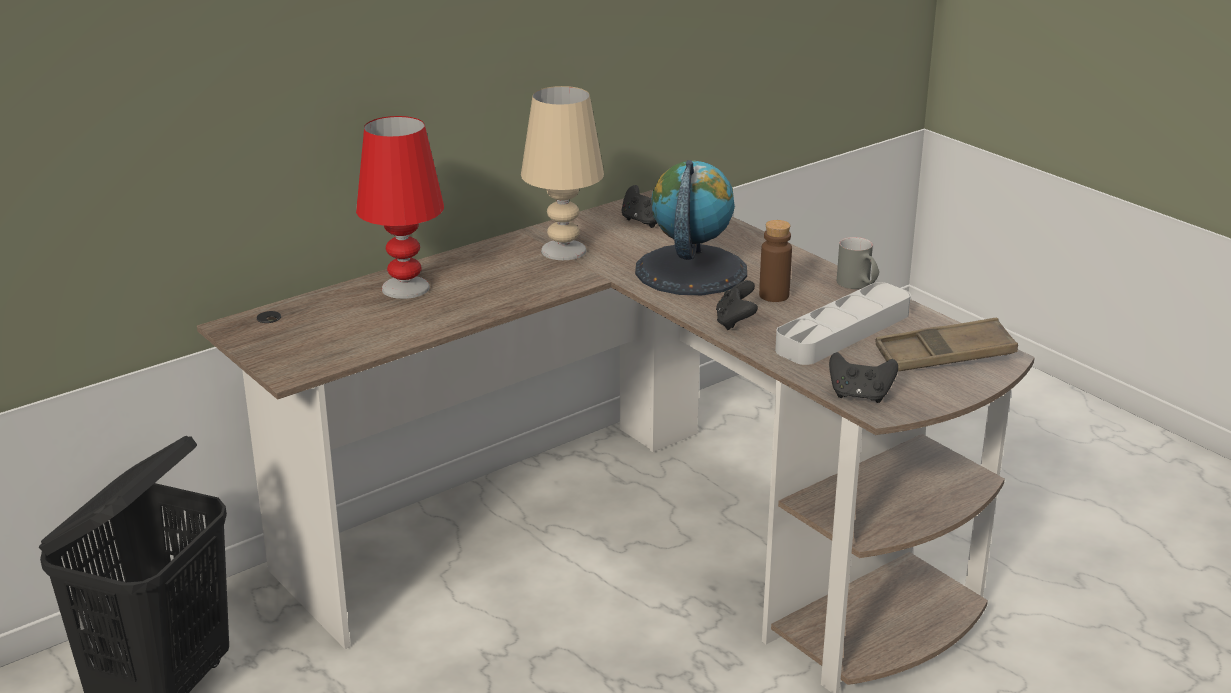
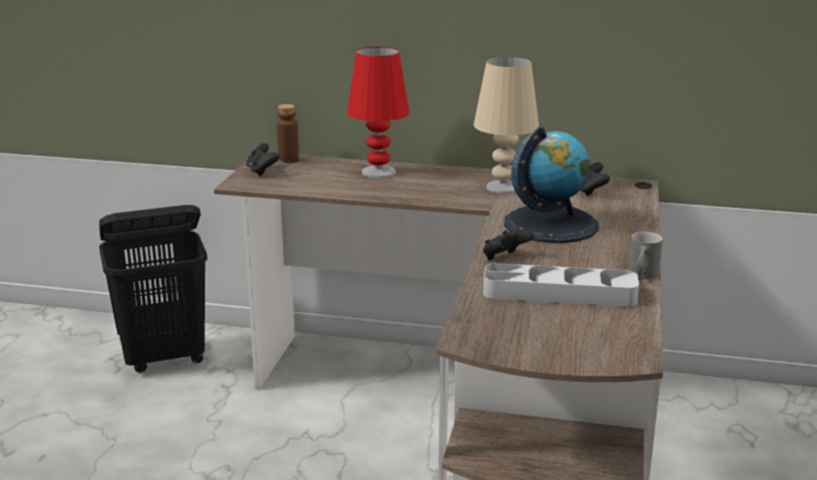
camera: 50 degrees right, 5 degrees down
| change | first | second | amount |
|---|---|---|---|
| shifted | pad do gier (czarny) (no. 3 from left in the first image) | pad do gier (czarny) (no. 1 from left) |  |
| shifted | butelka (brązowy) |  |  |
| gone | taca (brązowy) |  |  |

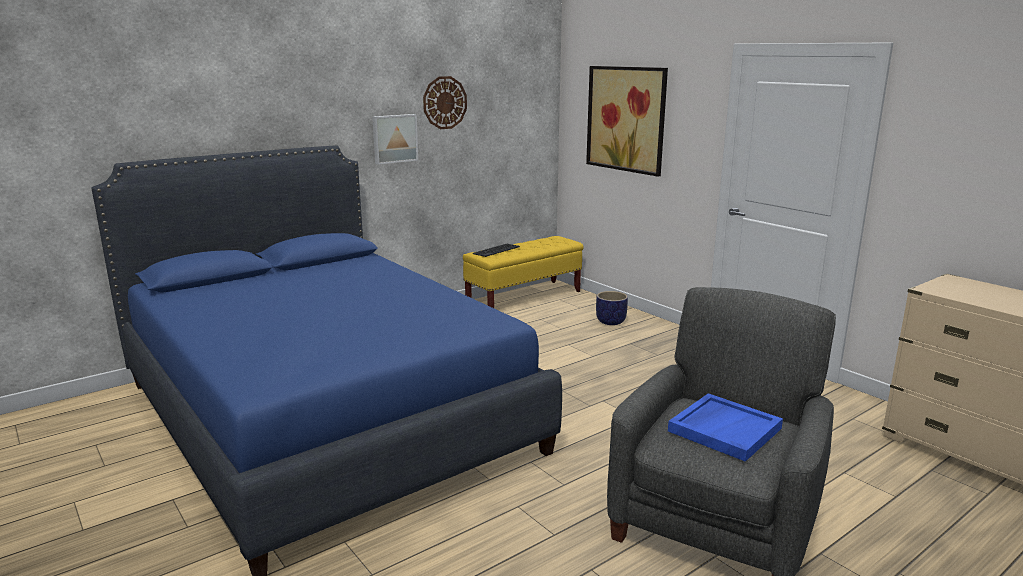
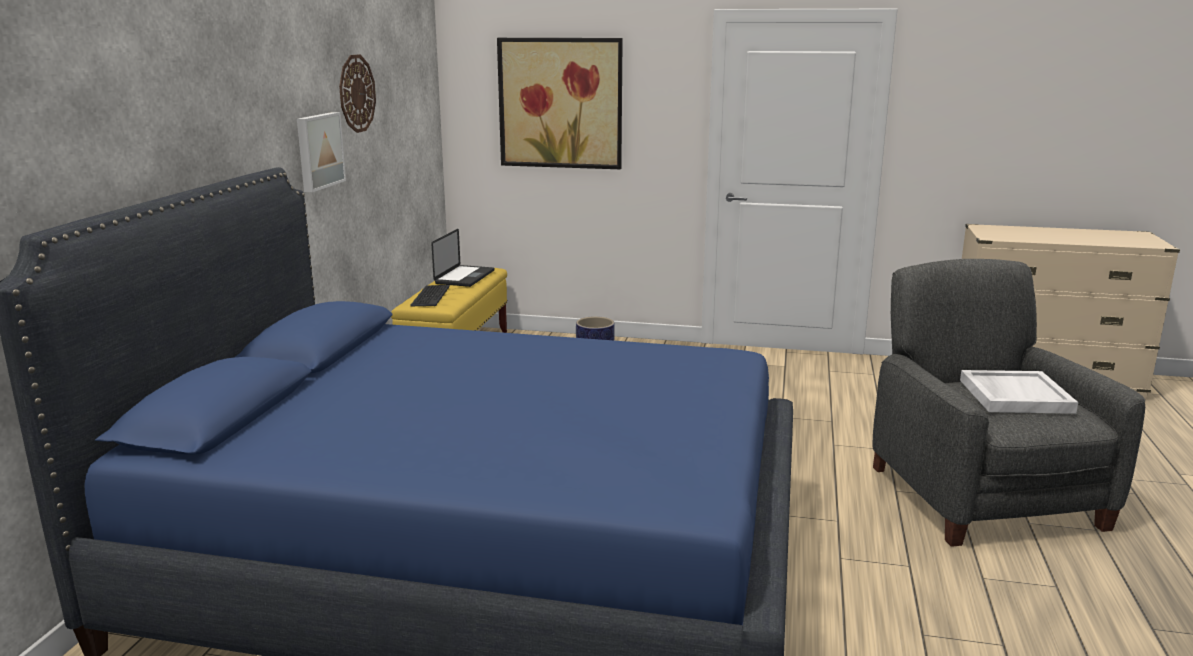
camera: 40 degrees left, 0 degrees up
| change | first | second | amount |
|---|---|---|---|
| new |  | laptop |  |
| repainted | taca (niebieski) | taca (biały) |  |

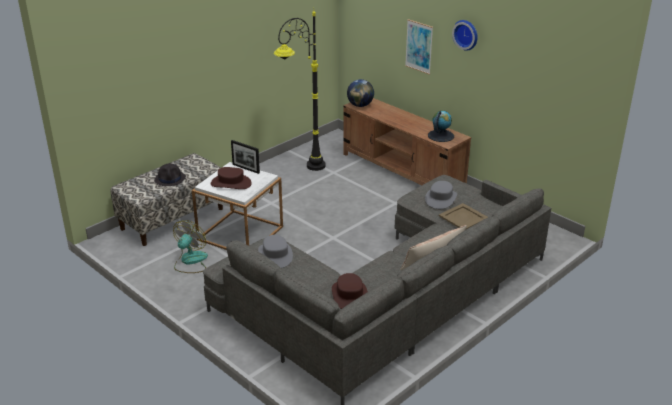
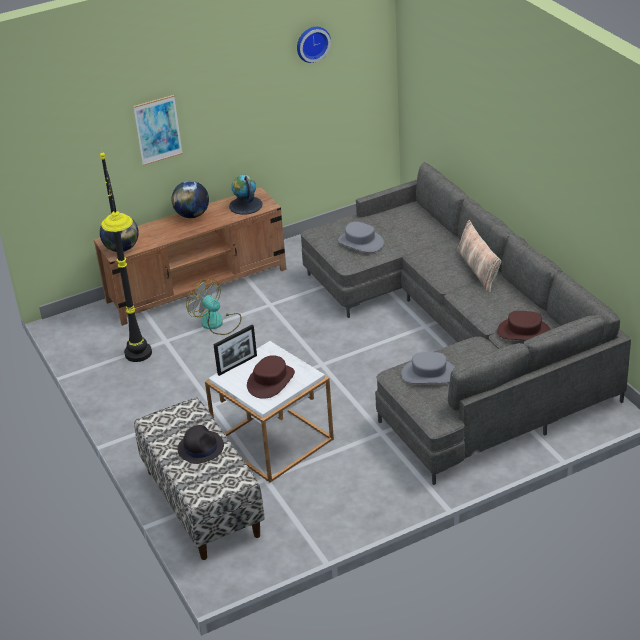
camera: 70 degrees left, 5 degrees up
| change | first | second | amount |
|---|---|---|---|
| new |  | globus (no. 2 from left) |  |
| shifted | wentylator |  |  |
| shifted | zegar ścienny |  |  |
| gone | taca (beżowy) |  |  |

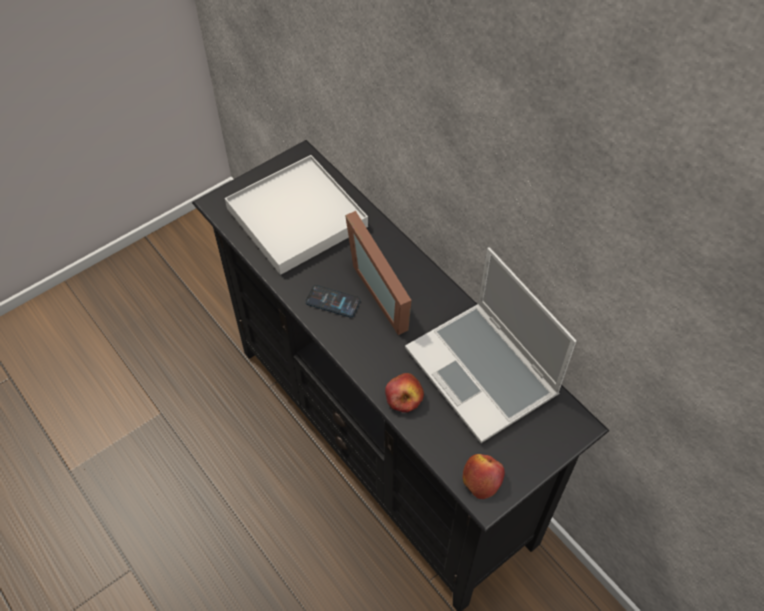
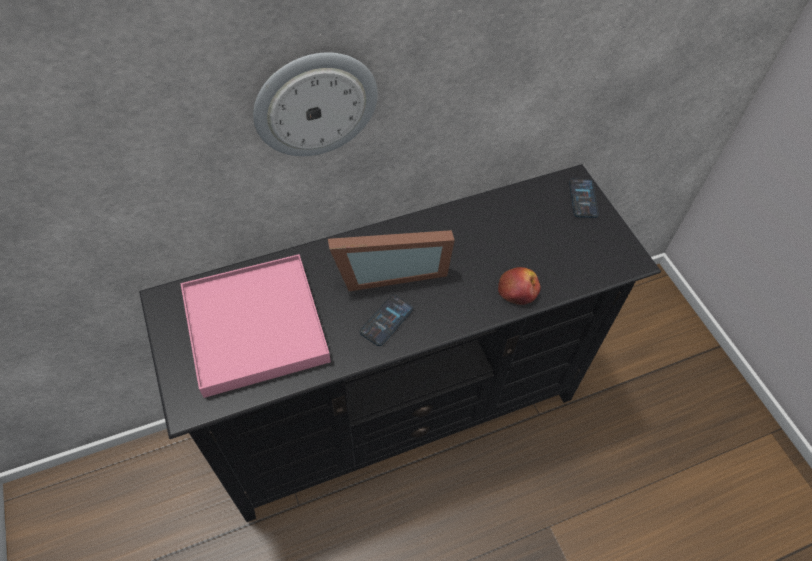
camera: 75 degrees left, 0 degrees up
| change | first | second | amount |
|---|---|---|---|
| repainted | taca (biały) | taca (różowy) |  |
| new |  | zegar ścienny |  |
| new |  | telefon (no. 2 from left) |  |
| gone | laptop |  |  |
| gone | jabłko (no. 2 from left) |  |  |

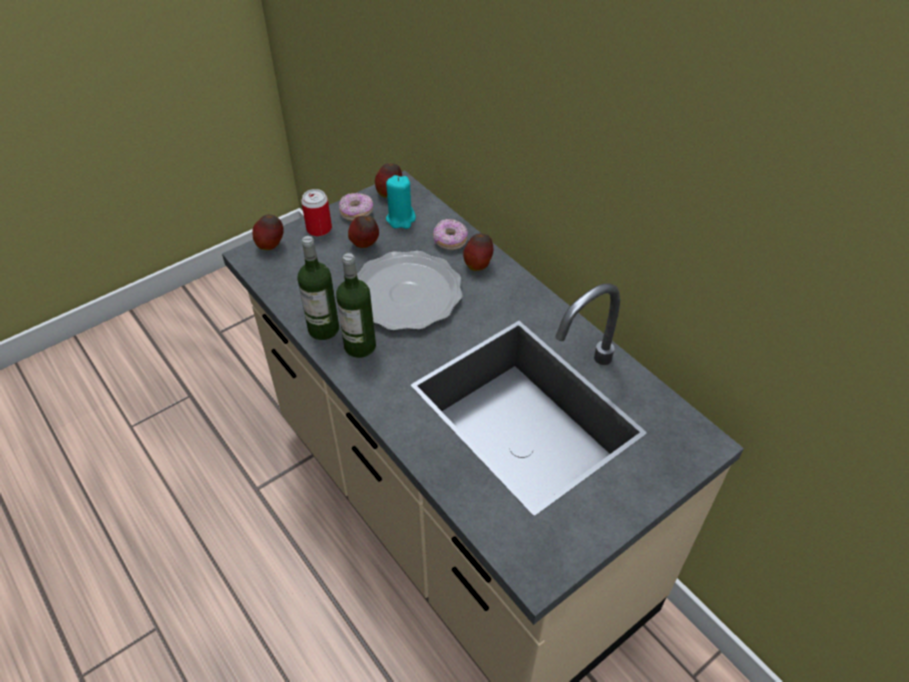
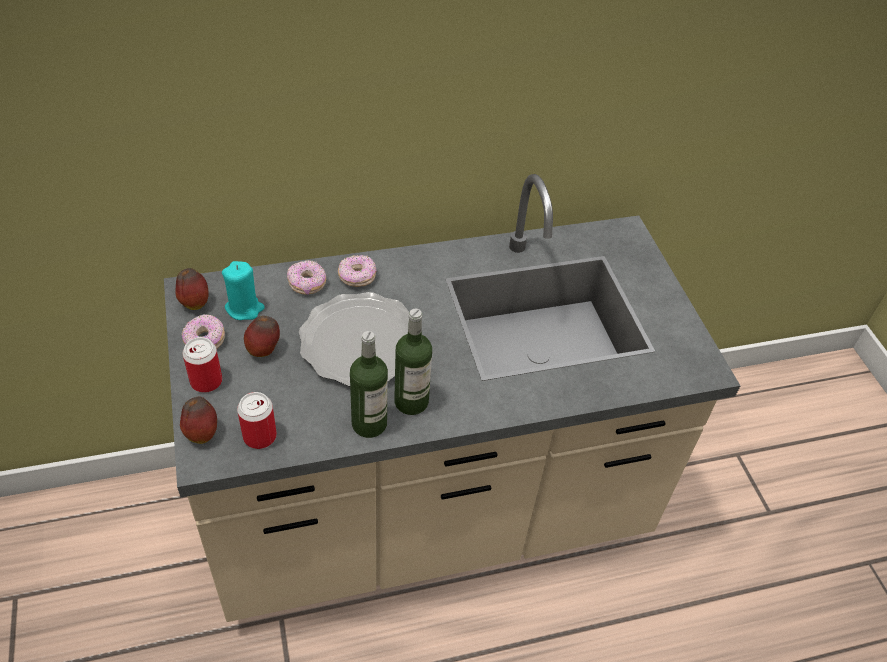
camera: 70 degrees left, 0 degrees up
| change | first | second | amount |
|---|---|---|---|
| new |  | puszka (no. 2 from left) |  |
| swapped | jabłko (no. 4 from left) | donut (no. 3 from left) |  |

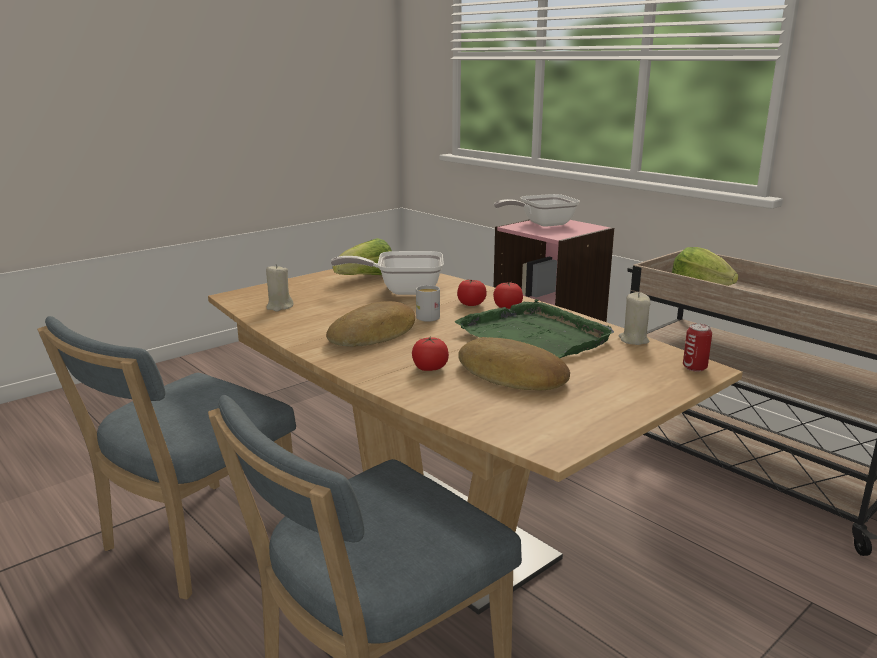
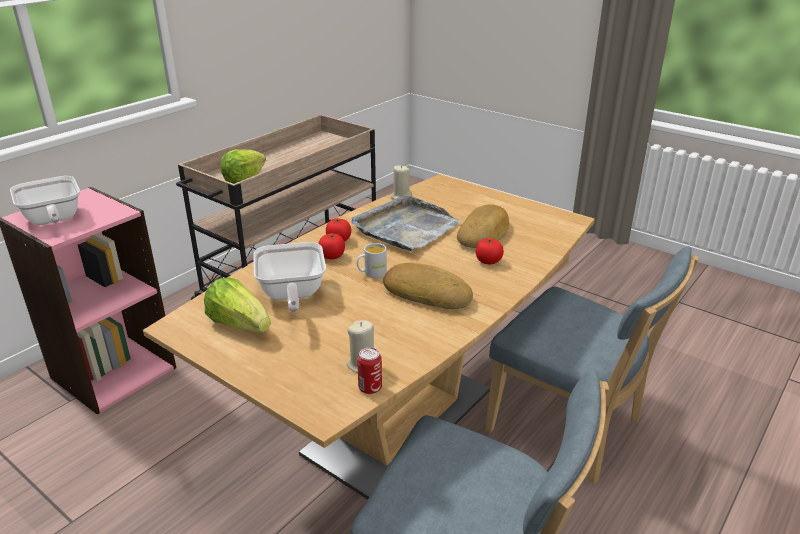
camera: 100 degrees left, 10 degrees up
| change | first | second | amount |
|---|---|---|---|
| repainted | taca (zielony) | taca (szary) |  |
| shifted | puszka |  |  |

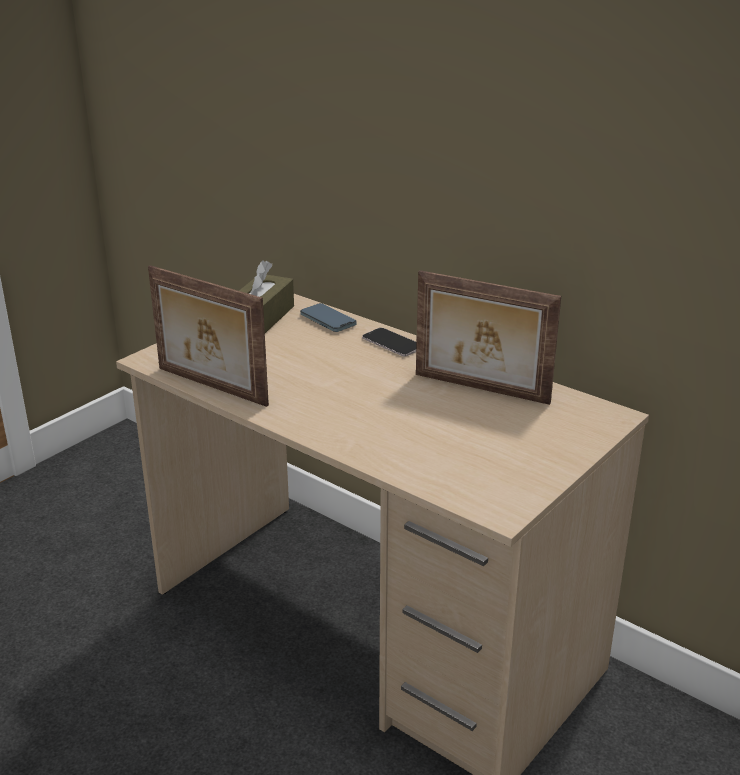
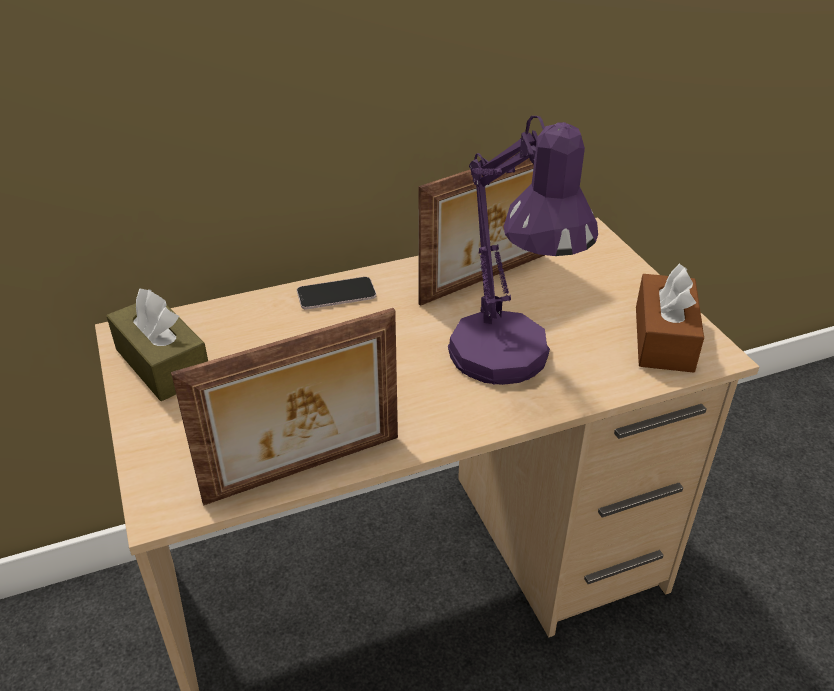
camera: 60 degrees left, 10 degrees up
| change | first | second | amount |
|---|---|---|---|
| new |  | lampa stołowa (fioletowy) |  |
| new |  | pudełko chusteczek (brązowy) (no. 2 from left) |  |
| gone | telefon (no. 1 from left) |  |  |

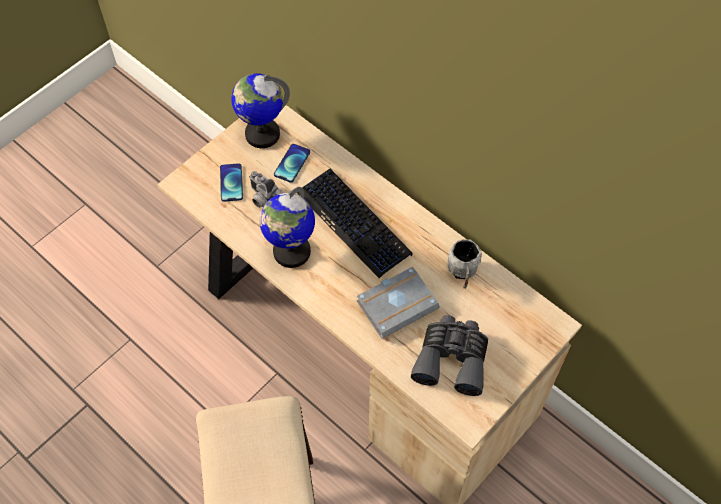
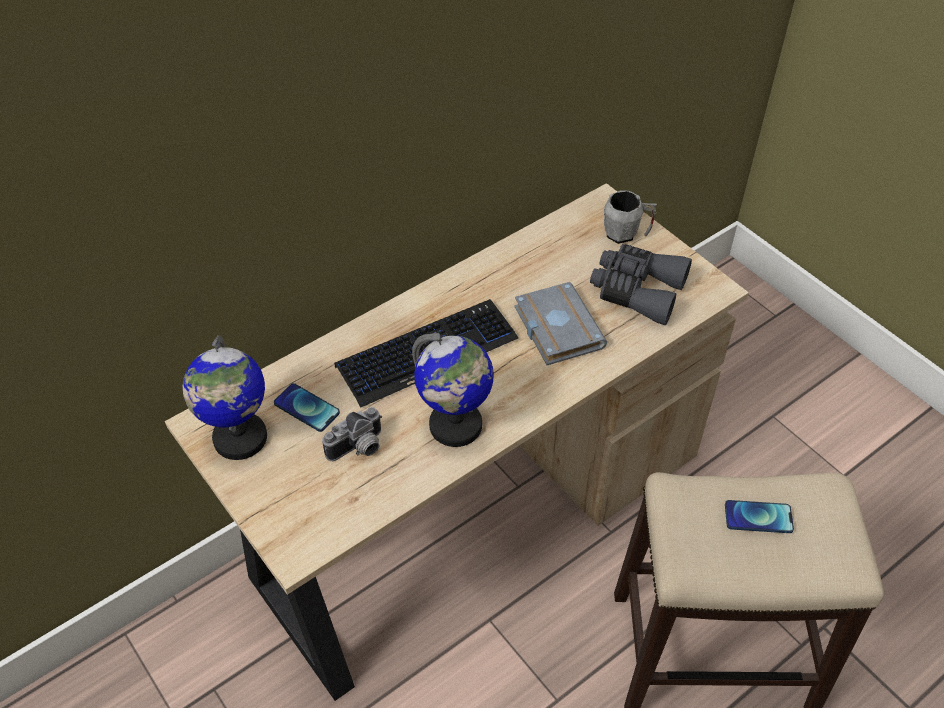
camera: 80 degrees left, 10 degrees down
| change | first | second | amount |
|---|---|---|---|
| shifted | kubek (szary) |  |  |
| shifted | telefon (no. 1 from left in the first image) | telefon (no. 2 from left) |  |

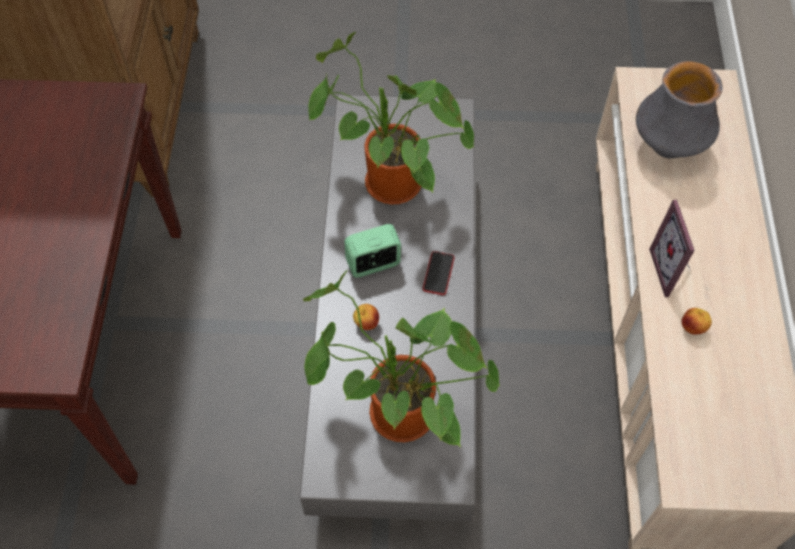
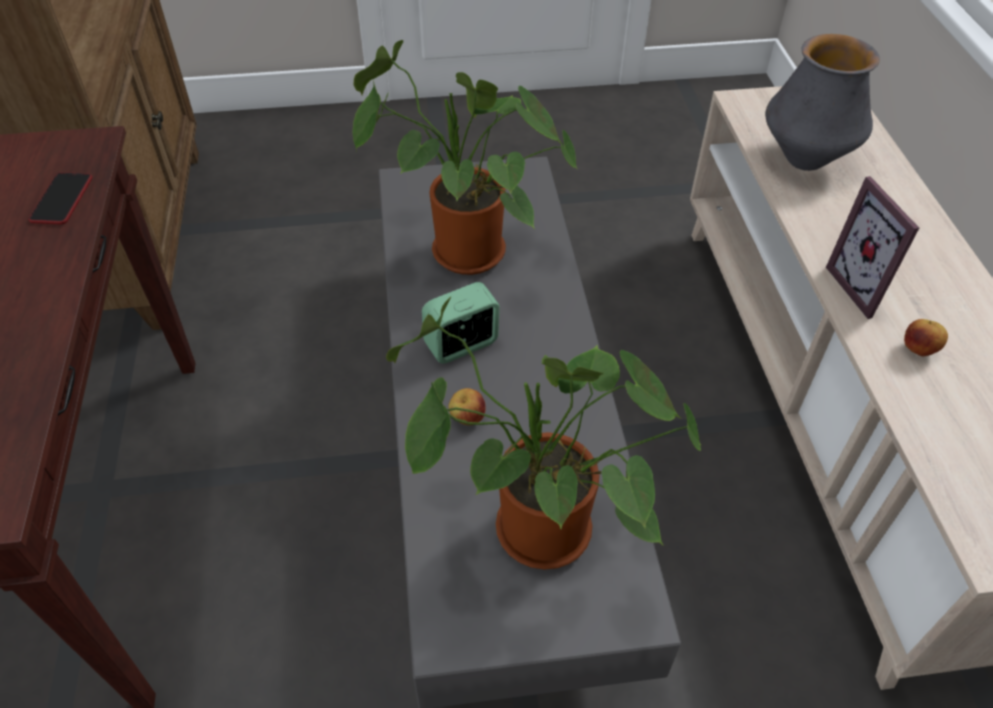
camera: 10 degrees left, 10 degrees down
| change | first | second | amount |
|---|---|---|---|
| shifted | telefon |  |  |

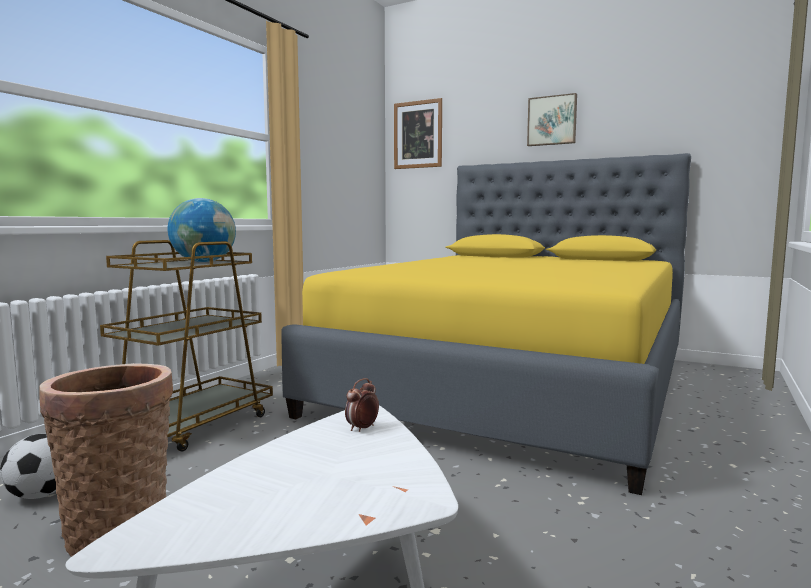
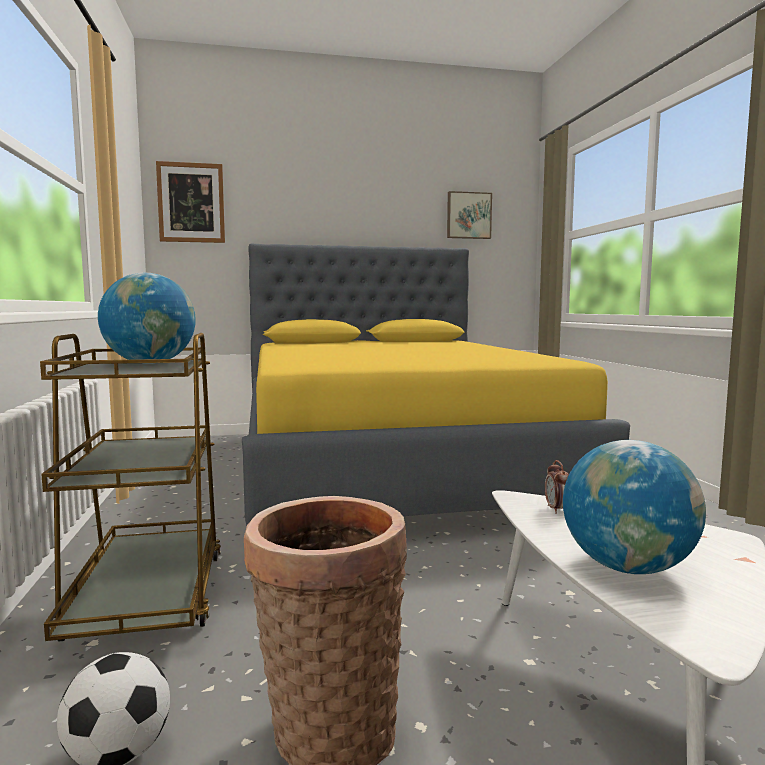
camera: 40 degrees left, 0 degrees up
| change | first | second | amount |
|---|---|---|---|
| shifted | obraz (no. 2 from left) |  |  |
| new |  | globus (no. 2 from left) |  |

